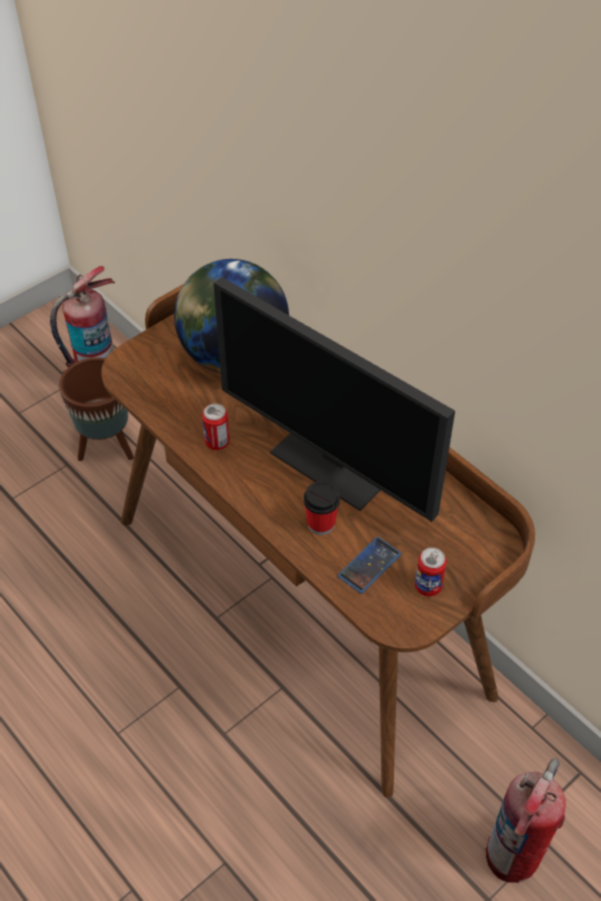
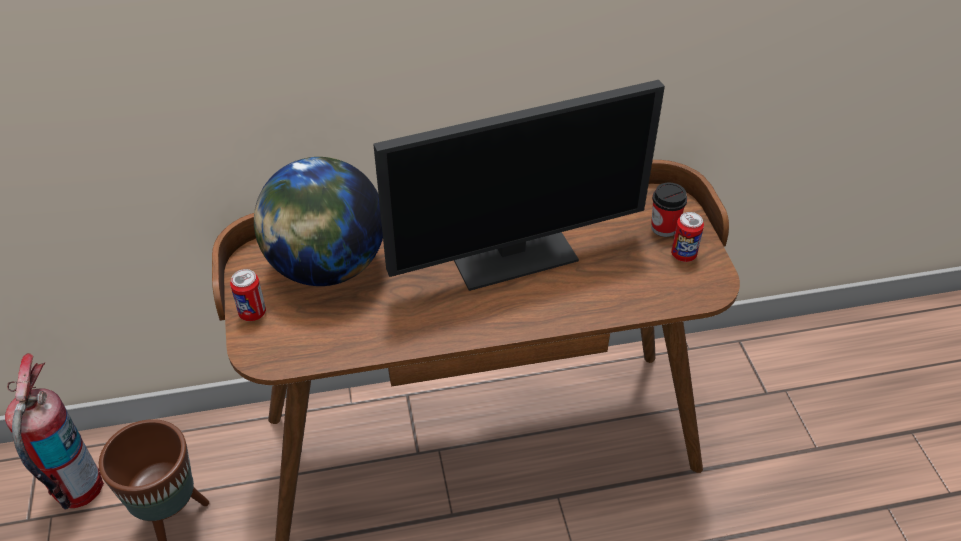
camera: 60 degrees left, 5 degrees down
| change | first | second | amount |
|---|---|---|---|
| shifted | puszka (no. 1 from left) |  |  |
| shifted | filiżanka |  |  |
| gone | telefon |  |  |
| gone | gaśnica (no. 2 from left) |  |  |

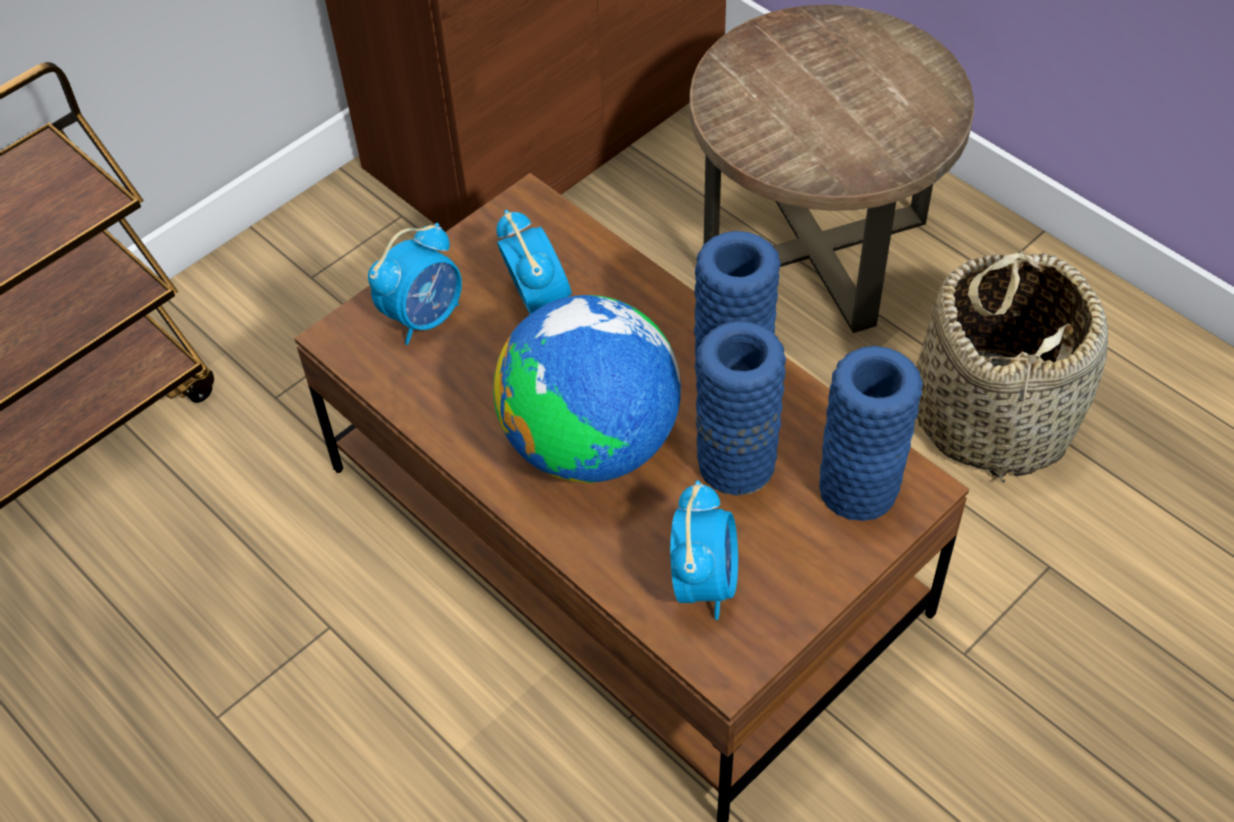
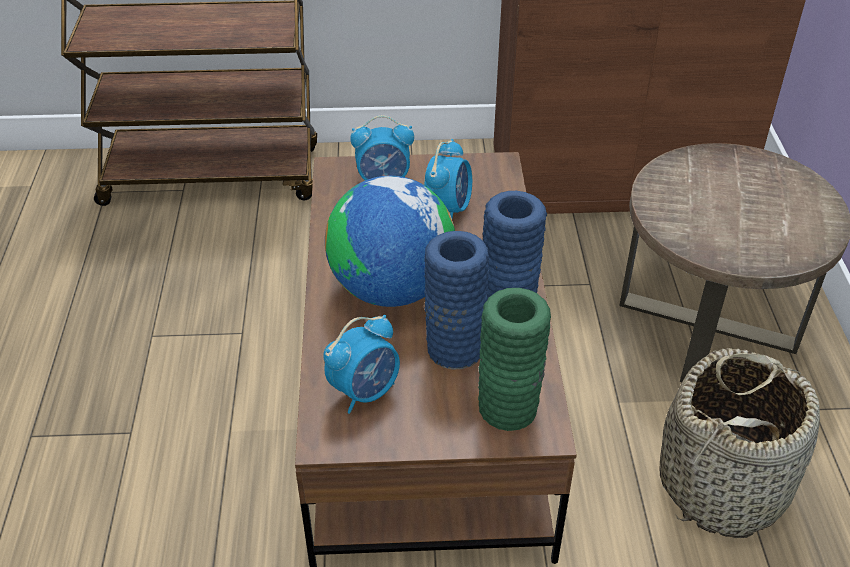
camera: 40 degrees right, 10 degrees down
| change | first | second | amount |
|---|---|---|---|
| repainted | wazon (niebieski) (no. 3 from left) | wazon (zielony) |  |

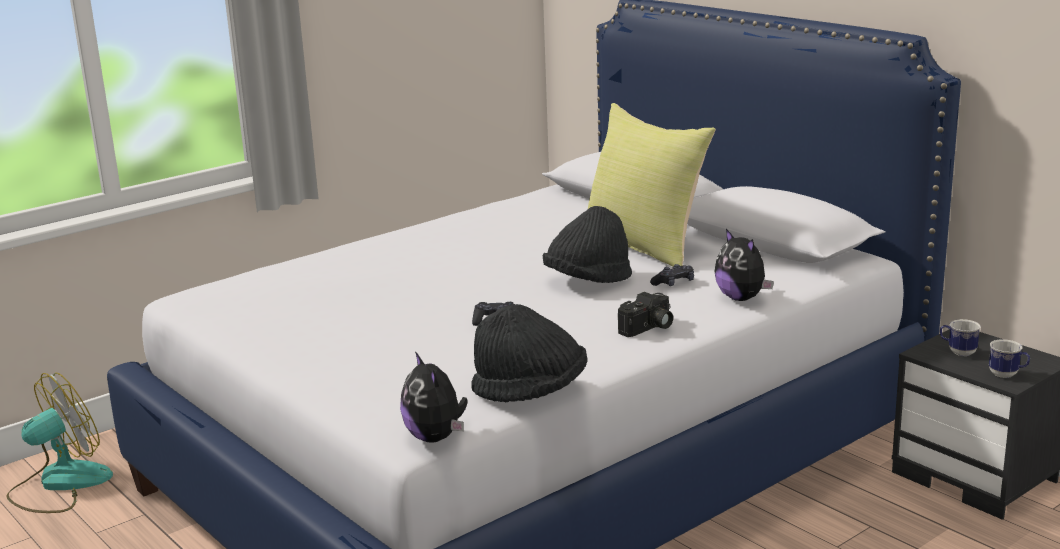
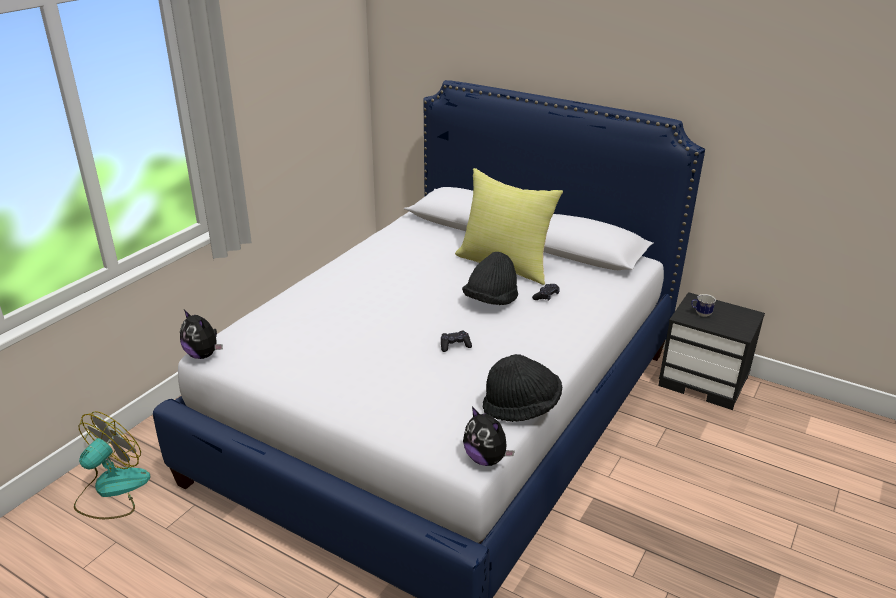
camera: 20 degrees left, 10 degrees up
| change | first | second | amount |
|---|---|---|---|
| shifted | pluszak (no. 2 from left in the first image) | pluszak (no. 1 from left) |  |
| gone | aparat fotograficzny |  |  |
| gone | kubek (no. 2 from left) |  |  |

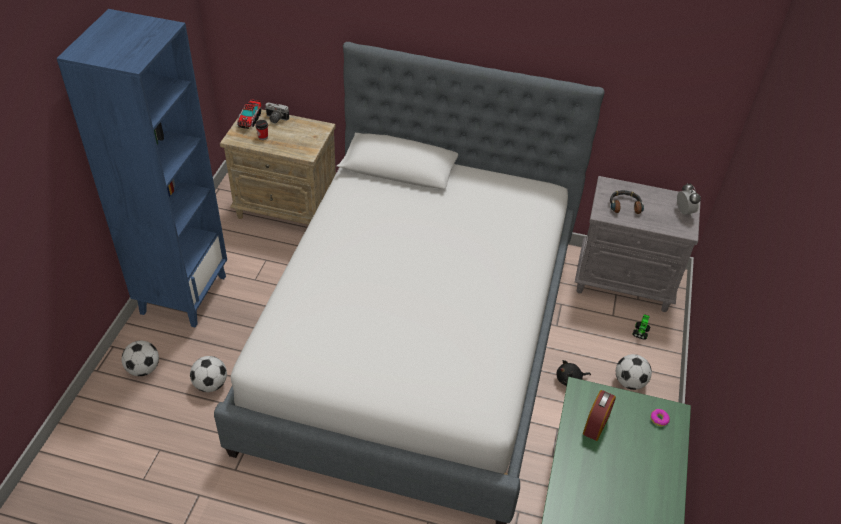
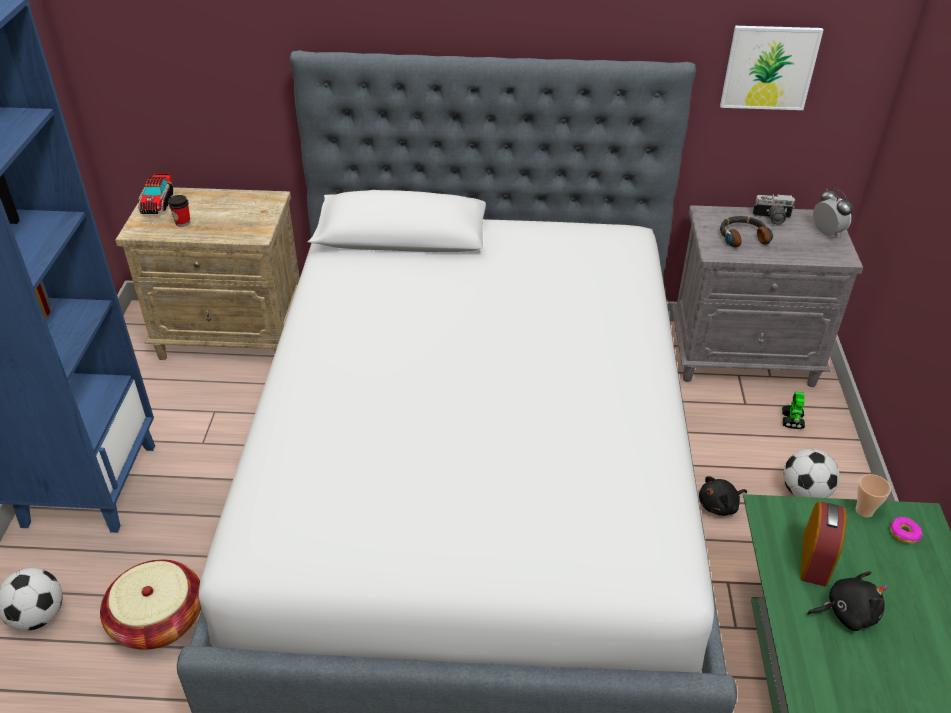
camera: 10 degrees left, 5 degrees down
| change | first | second | amount |
|---|---|---|---|
| swapped | piłka futbolowa (no. 2 from left) | koszyk |  |
| new |  | obraz |  |
| shifted | aparat fotograficzny |  |  |
| new |  | pluszak (czarny) (no. 2 from left) |  |
| new |  | filiżanka (no. 2 from left) |  |

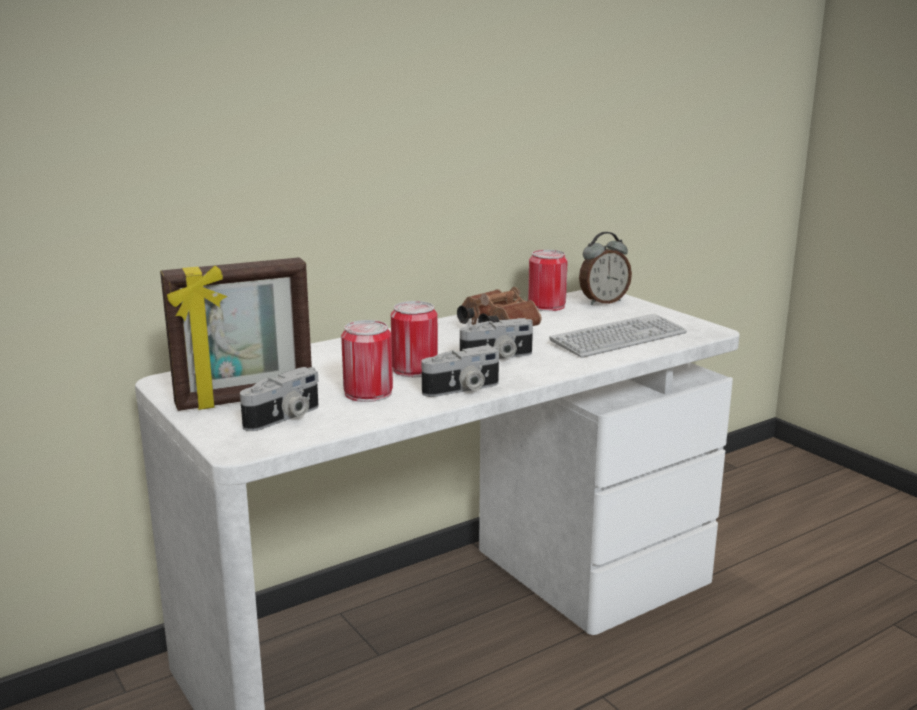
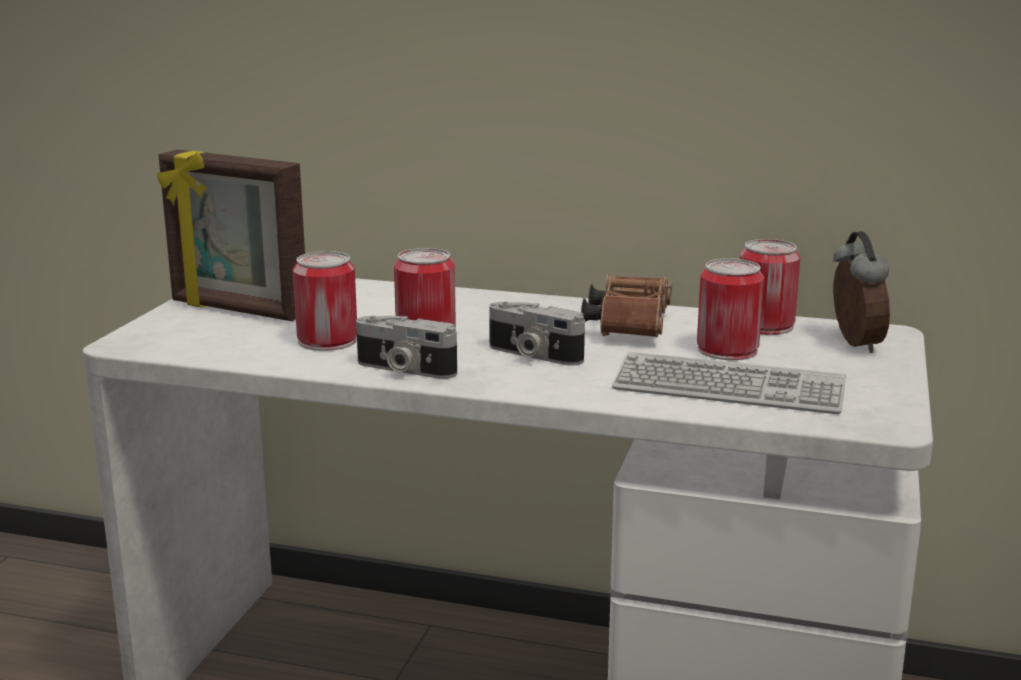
camera: 50 degrees right, 0 degrees up
| change | first | second | amount |
|---|---|---|---|
| new |  | puszka (no. 3 from left) |  |
| rotated | budzik |  | 120 degrees counterclockwise |
| gone | aparat fotograficzny (no. 1 from left) |  |  |

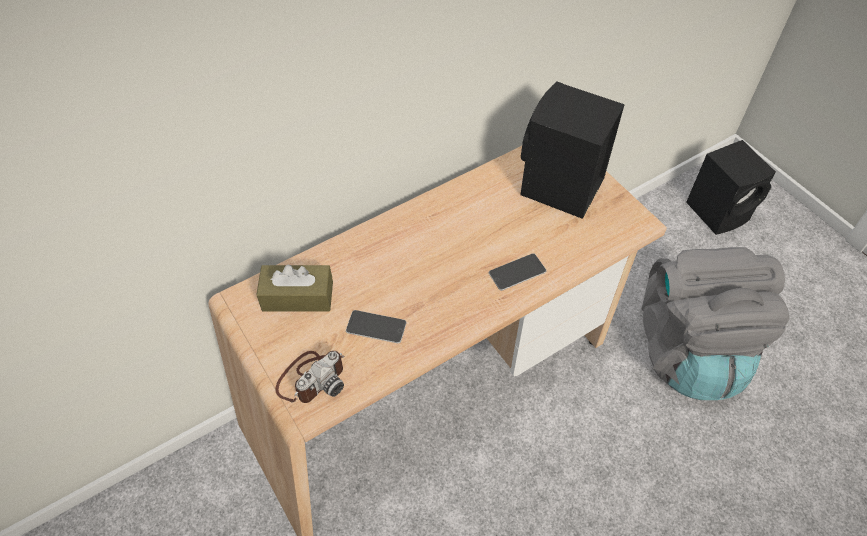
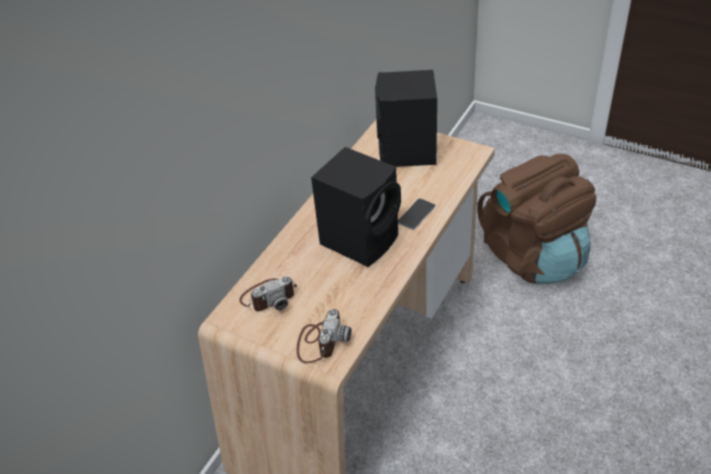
camera: 25 degrees left, 10 degrees down
| change | first | second | amount |
|---|---|---|---|
| swapped | pudełko chusteczek (brązowy) | aparat fotograficzny (no. 1 from left) |  |
| shifted | głośnik (czarny) (no. 2 from left in the first image) | głośnik (czarny) (no. 1 from left) |  |
| repainted | plecak (szary) | plecak (brązowy) |  |
| gone | telefon (no. 1 from left) |  |  |

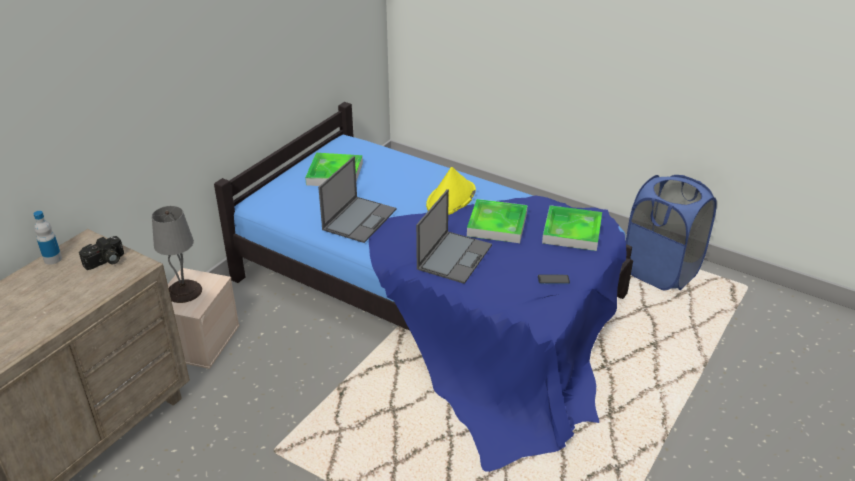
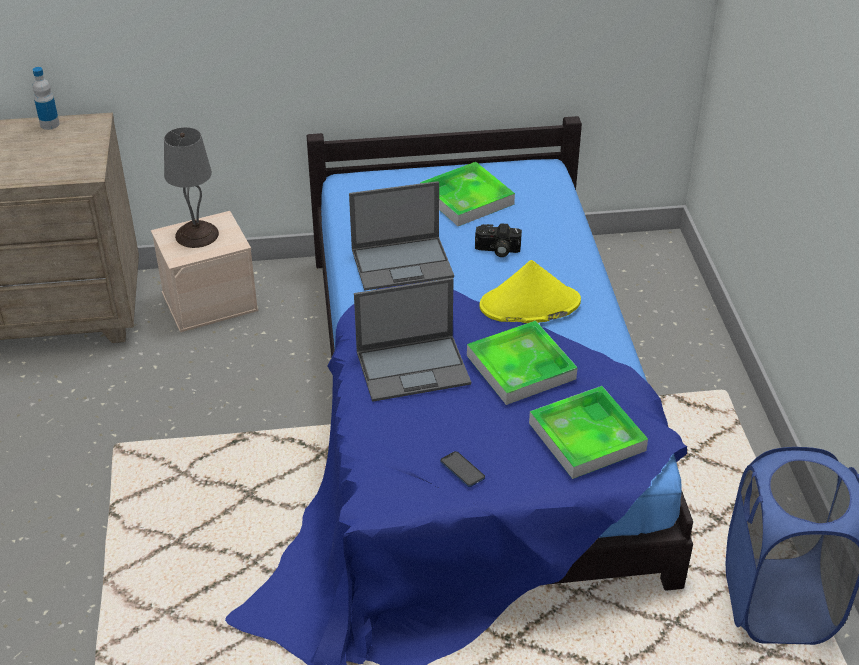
camera: 50 degrees right, 5 degrees up
| change | first | second | amount |
|---|---|---|---|
| shifted | aparat fotograficzny |  |  |

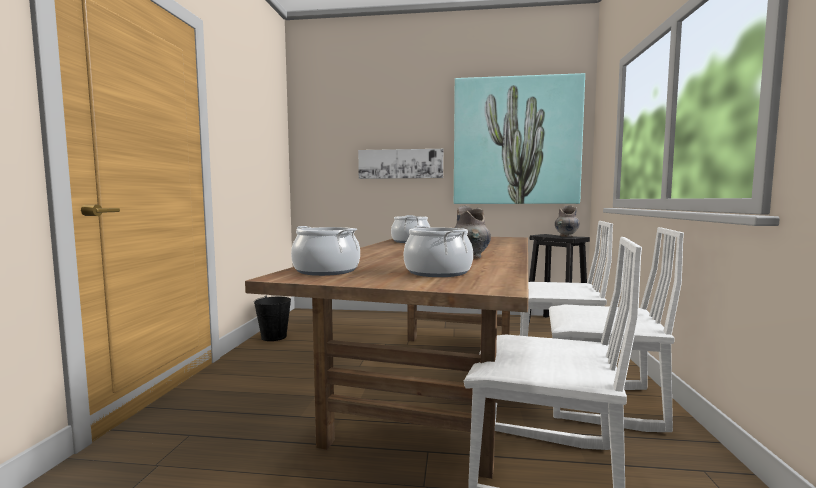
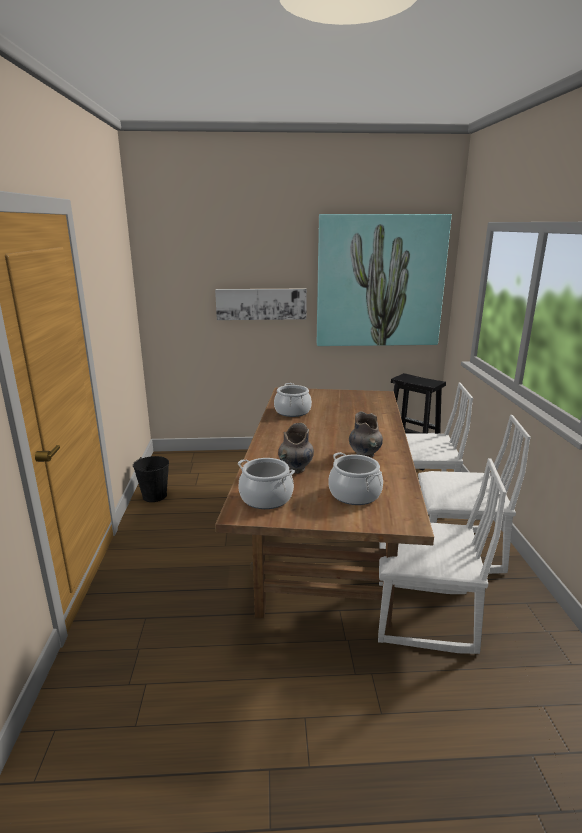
camera: 10 degrees left, 15 degrees up
| change | first | second | amount |
|---|---|---|---|
| shifted | wazon (szary) (no. 2 from left in the first image) | wazon (szary) (no. 1 from left) |  |

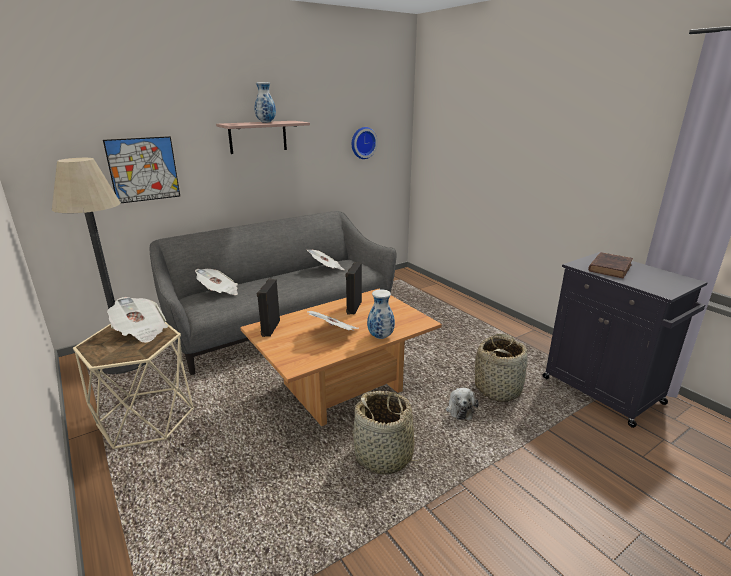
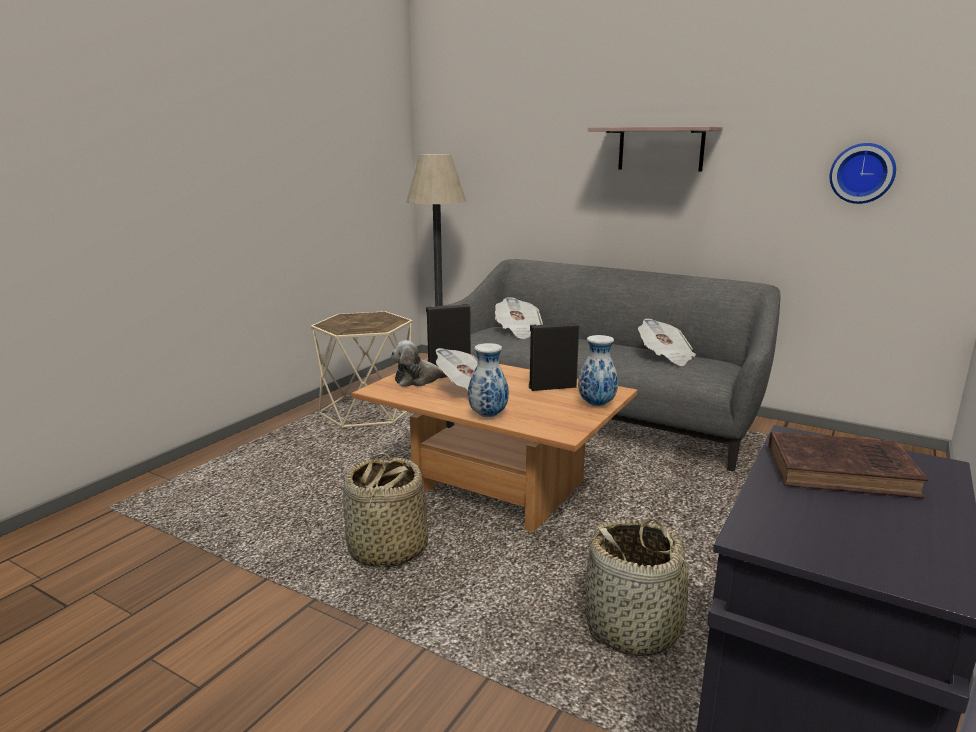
camera: 65 degrees right, 5 degrees down
| change | first | second | amount |
|---|---|---|---|
| shifted | pluszak |  |  |
| shifted | wazon (no. 1 from left in the first image) | wazon (no. 2 from left) |  |
| gone | obraz |  |  |
| gone | gazeta (no. 1 from left) |  |  |

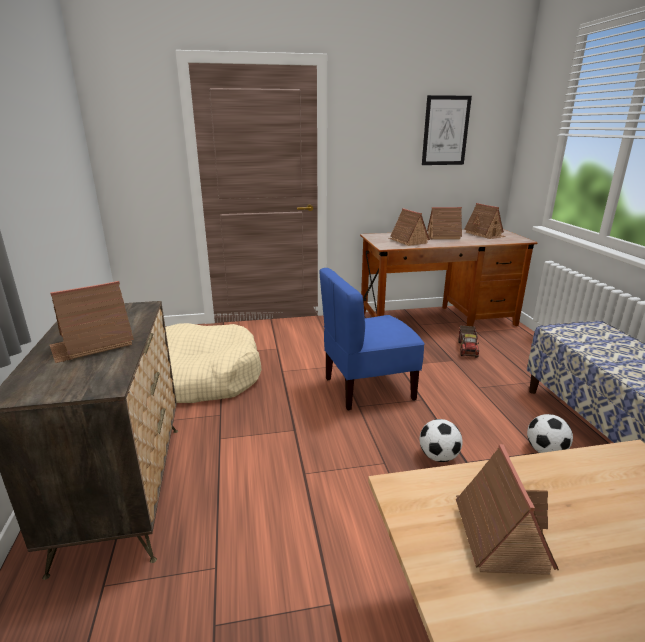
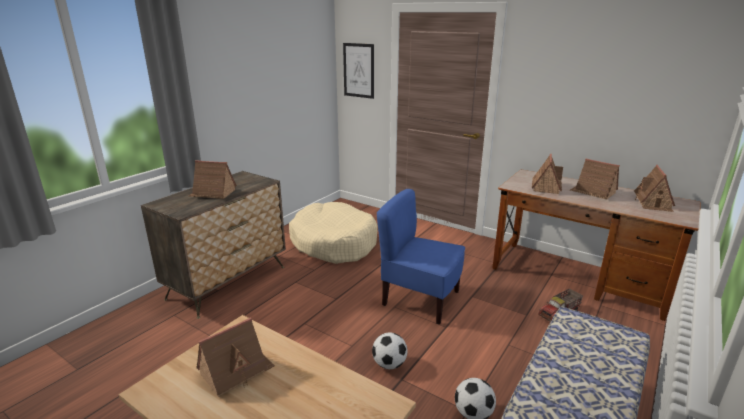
camera: 45 degrees right, 0 degrees up
| change | first | second | amount |
|---|---|---|---|
| shifted | obraz |  |  |

